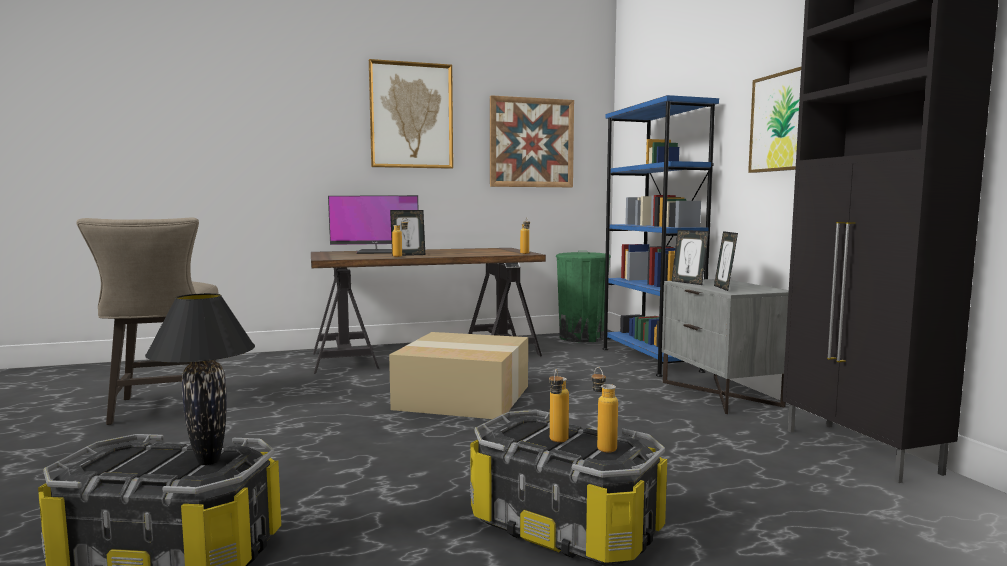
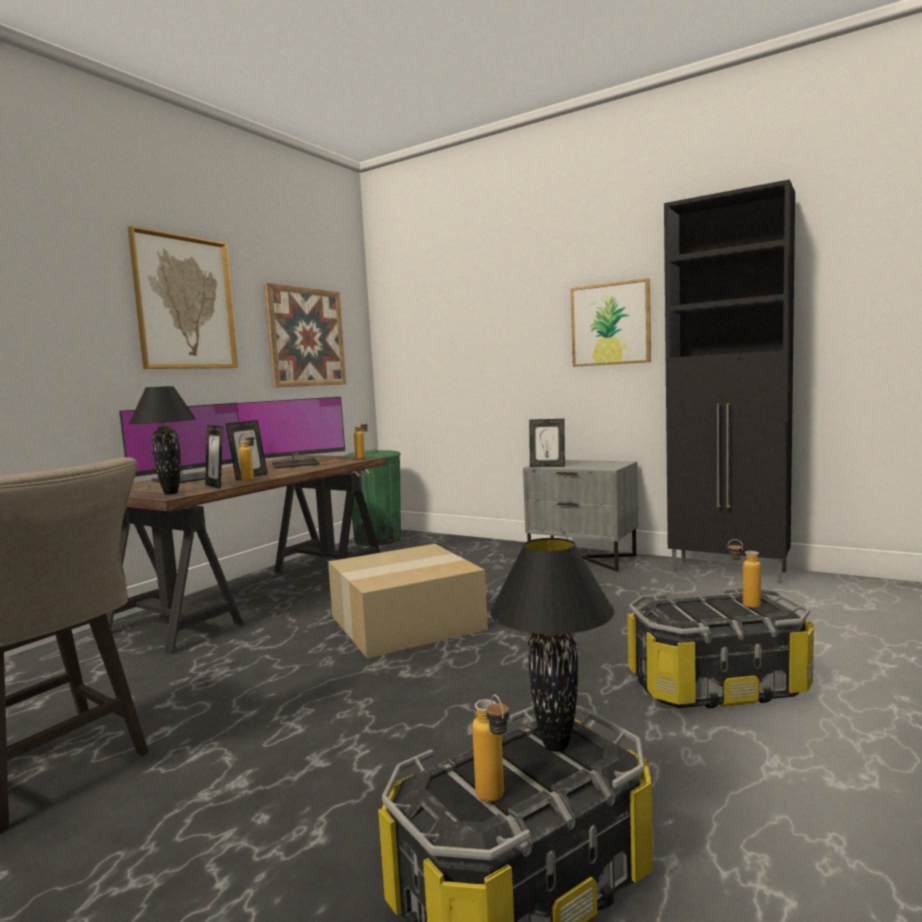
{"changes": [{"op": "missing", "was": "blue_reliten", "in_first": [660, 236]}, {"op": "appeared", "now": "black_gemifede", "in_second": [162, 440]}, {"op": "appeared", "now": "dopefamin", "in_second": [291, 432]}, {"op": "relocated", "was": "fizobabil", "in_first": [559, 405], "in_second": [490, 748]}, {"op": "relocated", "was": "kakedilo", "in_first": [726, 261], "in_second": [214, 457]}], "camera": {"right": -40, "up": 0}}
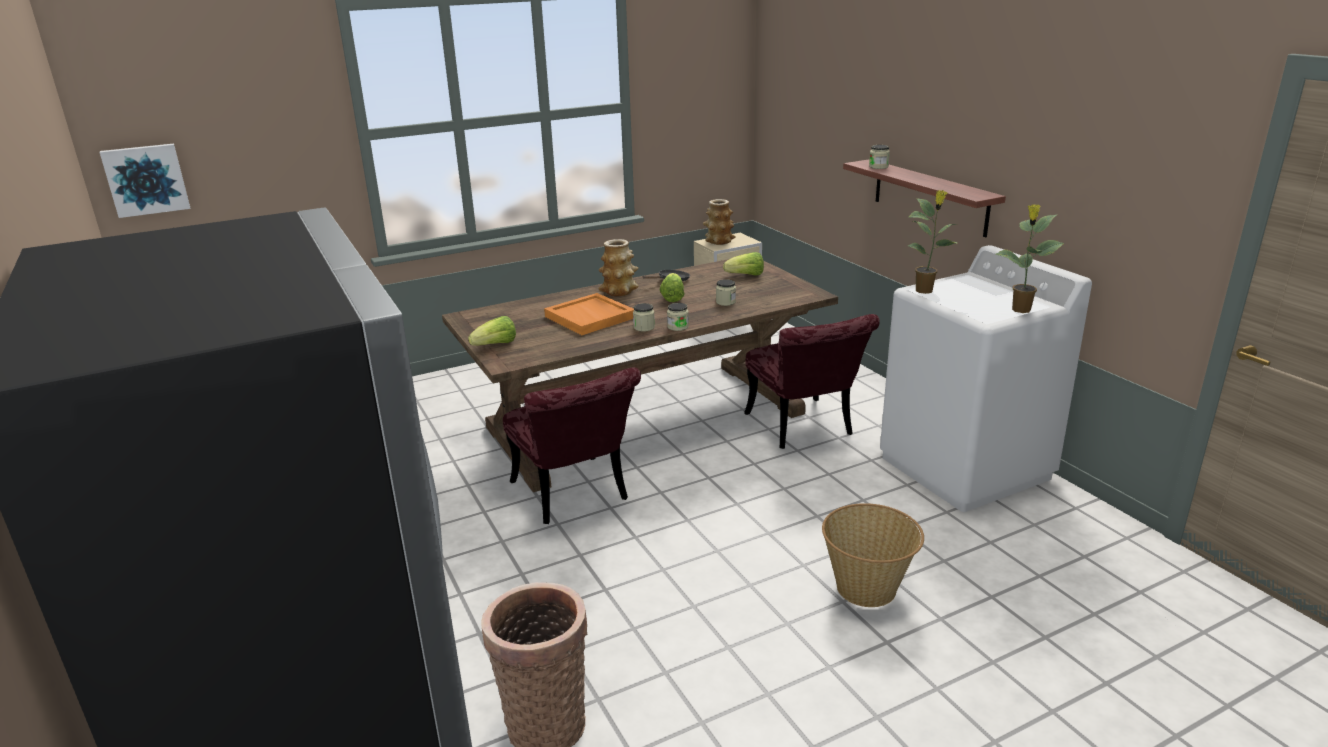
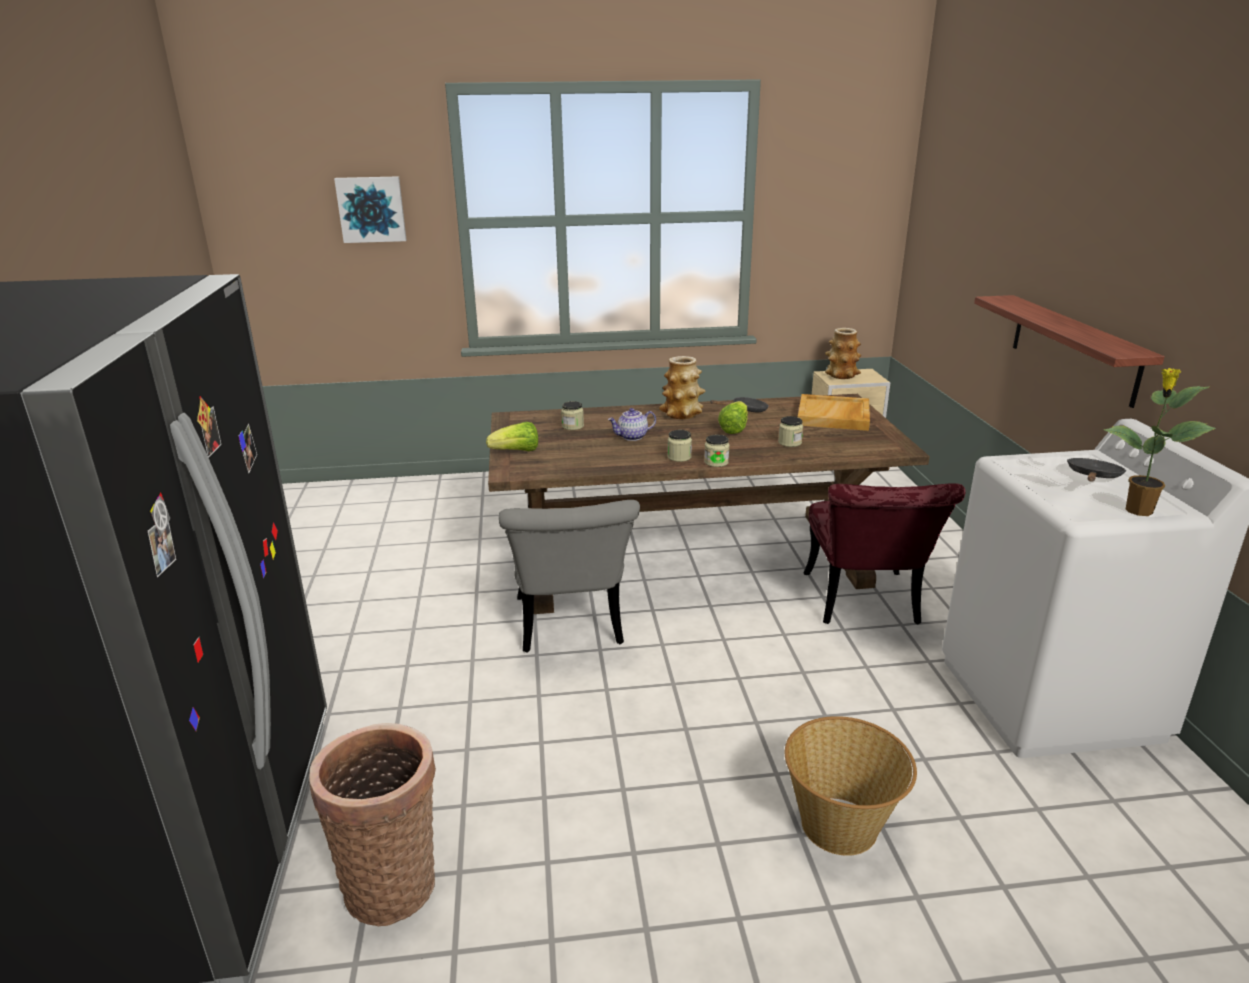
{"changes": [{"op": "missing", "was": "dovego", "in_first": [932, 242]}, {"op": "appeared", "now": "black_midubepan", "in_second": [1097, 470]}, {"op": "relocated", "was": "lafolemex", "in_first": [145, 180], "in_second": [370, 209]}, {"op": "relocated", "was": "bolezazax", "in_first": [879, 157], "in_second": [572, 415]}, {"op": "exchanged", "was": "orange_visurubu", "now": "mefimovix", "in_first": [589, 314], "in_second": [632, 424]}, {"op": "exchanged", "was": "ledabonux", "now": "beige_visurubu", "in_first": [743, 264], "in_second": [834, 412]}, {"op": "colour", "was": "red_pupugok", "now": "grey_pupugok", "in_first": [572, 445], "in_second": [569, 576]}], "camera": {"right": 20, "up": 0}}
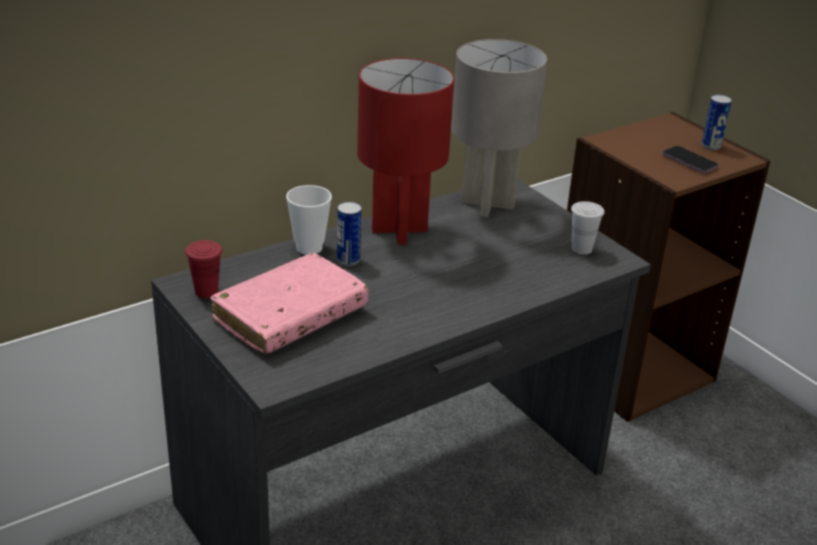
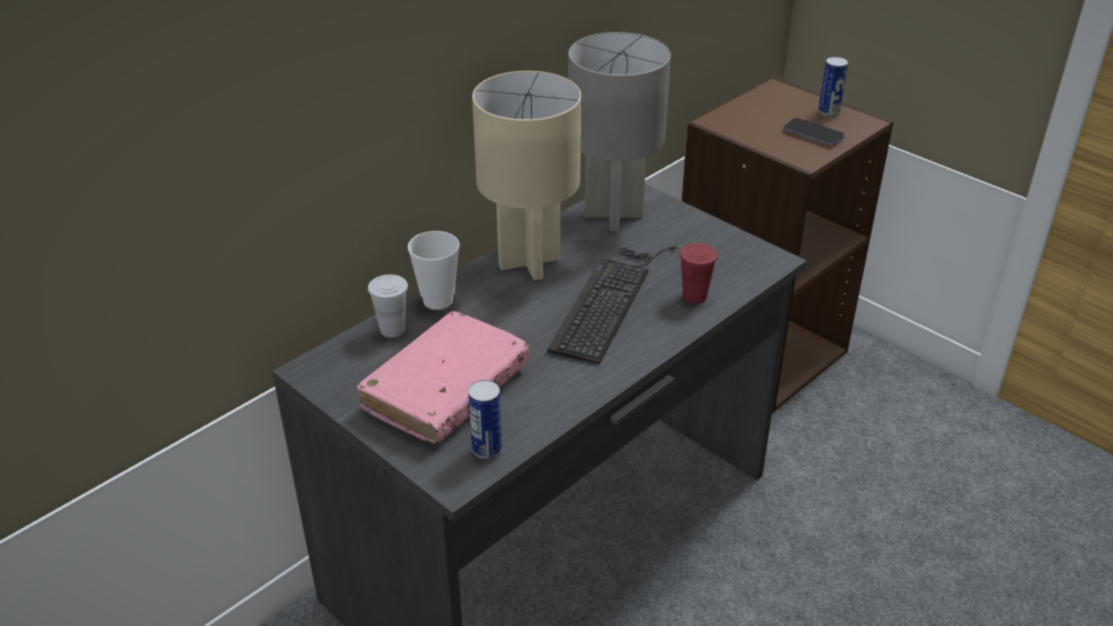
{"changes": [{"op": "appeared", "now": "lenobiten", "in_second": [612, 305]}, {"op": "relocated", "was": "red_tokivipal", "in_first": [203, 269], "in_second": [698, 273]}, {"op": "relocated", "was": "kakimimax", "in_first": [349, 234], "in_second": [485, 420]}, {"op": "relocated", "was": "white_tokivipal", "in_first": [587, 228], "in_second": [388, 306]}, {"op": "colour", "was": "red_gemifede", "now": "beige_gemifede", "in_first": [405, 151], "in_second": [526, 175]}], "camera": {"right": -10, "up": 5}}
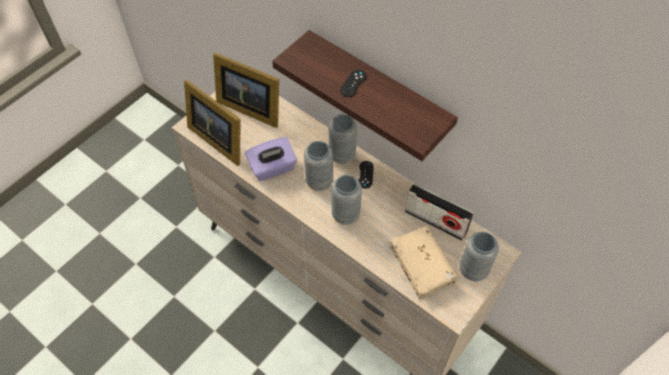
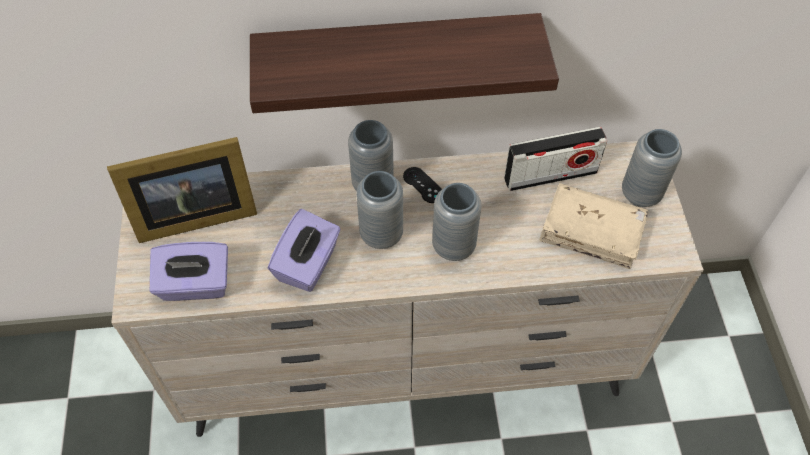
{"changes": [{"op": "missing", "was": "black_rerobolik", "in_first": [353, 83]}, {"op": "exchanged", "was": "kakedilo", "now": "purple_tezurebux", "in_first": [212, 122], "in_second": [189, 271]}], "camera": {"right": -45, "up": 0}}
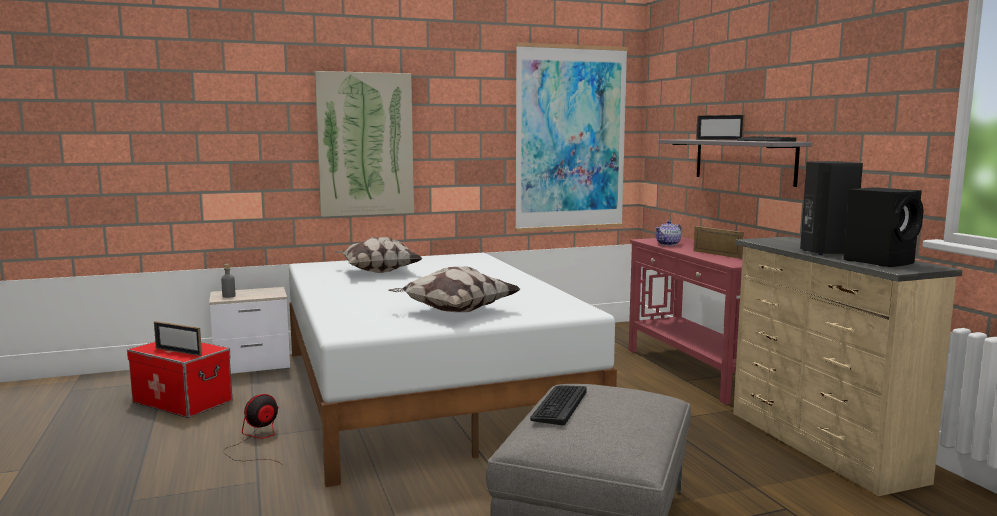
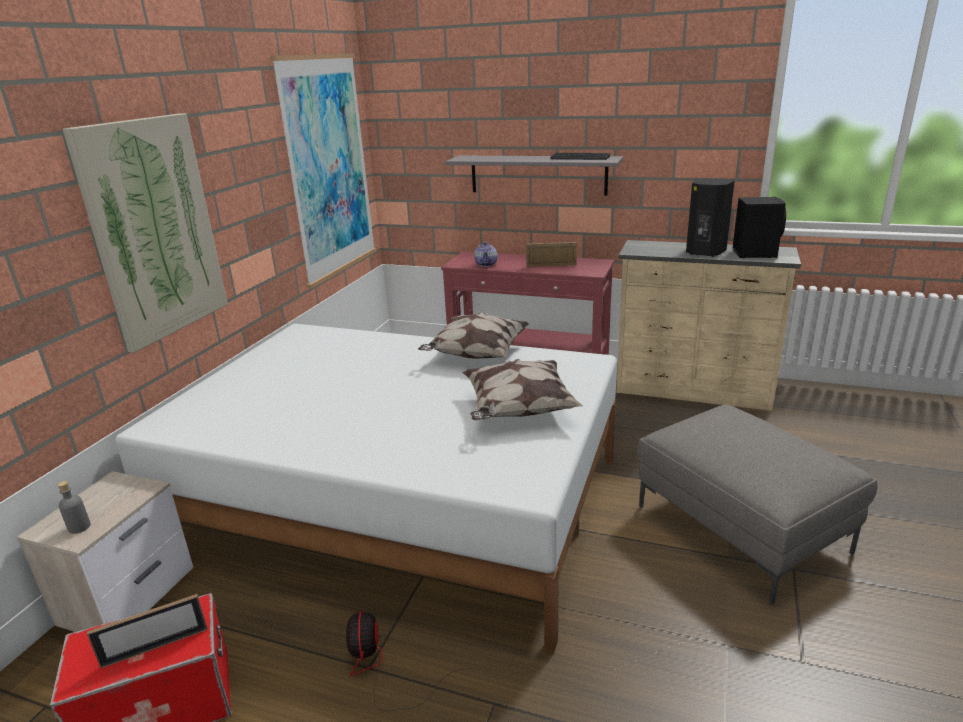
{"changes": [{"op": "missing", "was": "lenobiten", "in_first": [558, 405]}, {"op": "missing", "was": "kakedilo", "in_first": [720, 127]}, {"op": "relocated", "was": "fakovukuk", "in_first": [379, 255], "in_second": [474, 336]}], "camera": {"right": -50, "up": 15}}
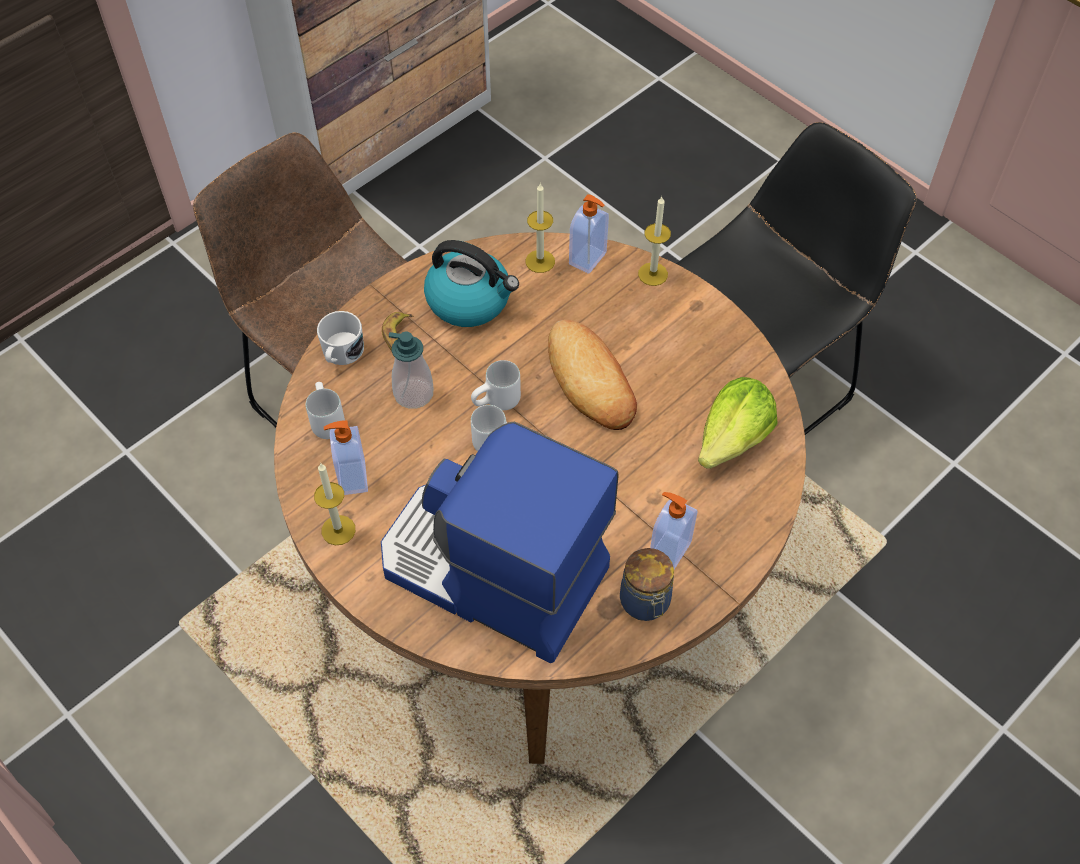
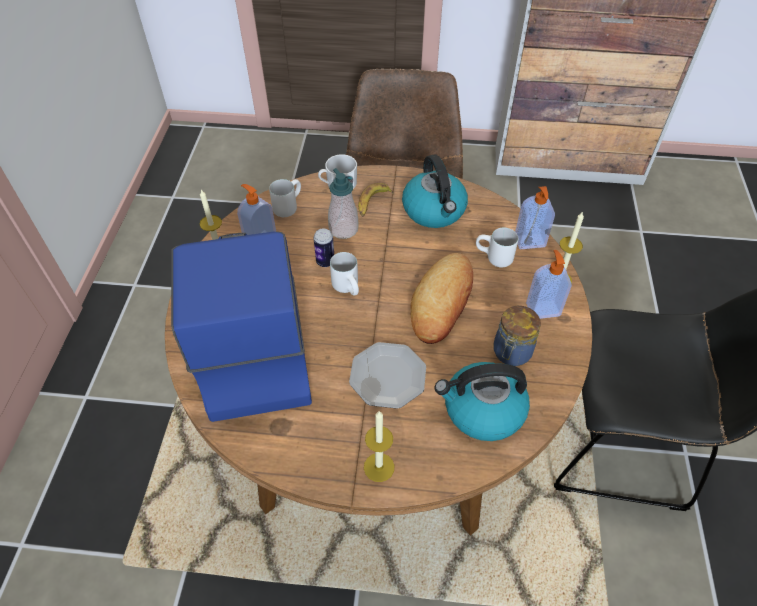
{"changes": [{"op": "appeared", "now": "kakimimax", "in_second": [324, 248]}, {"op": "appeared", "now": "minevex", "in_second": [387, 375]}, {"op": "relocated", "was": "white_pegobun", "in_first": [496, 385], "in_second": [497, 248]}, {"op": "relocated", "was": "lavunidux", "in_first": [540, 228], "in_second": [379, 446]}, {"op": "relocated", "was": "bolezazax", "in_first": [647, 584], "in_second": [517, 336]}, {"op": "relocated", "was": "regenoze", "in_first": [673, 530], "in_second": [549, 284]}, {"op": "exchanged", "was": "ledabonux", "now": "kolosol", "in_first": [738, 423], "in_second": [482, 401]}], "camera": {"right": 50, "up": -5}}
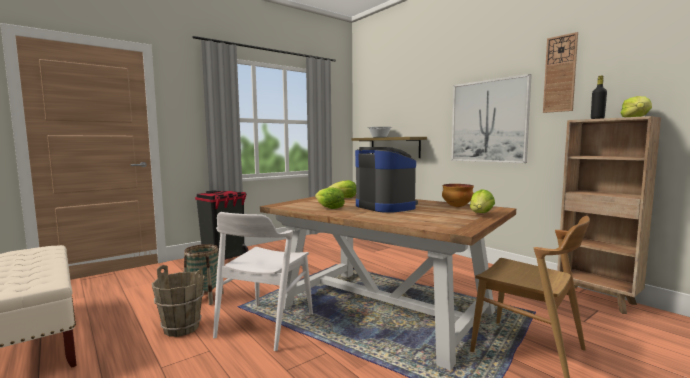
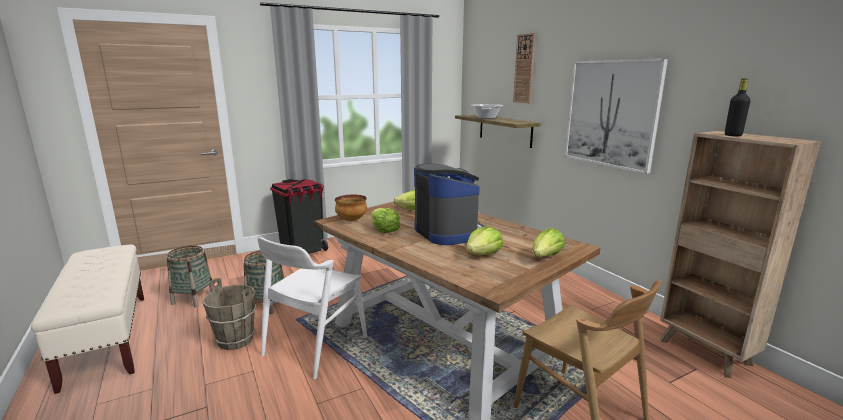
{"changes": [{"op": "appeared", "now": "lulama", "in_second": [189, 277]}, {"op": "relocated", "was": "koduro", "in_first": [458, 195], "in_second": [351, 208]}, {"op": "relocated", "was": "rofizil", "in_first": [560, 72], "in_second": [524, 68]}, {"op": "relocated", "was": "ledabonux", "in_first": [636, 106], "in_second": [484, 240]}], "camera": {"right": 10, "up": 10}}
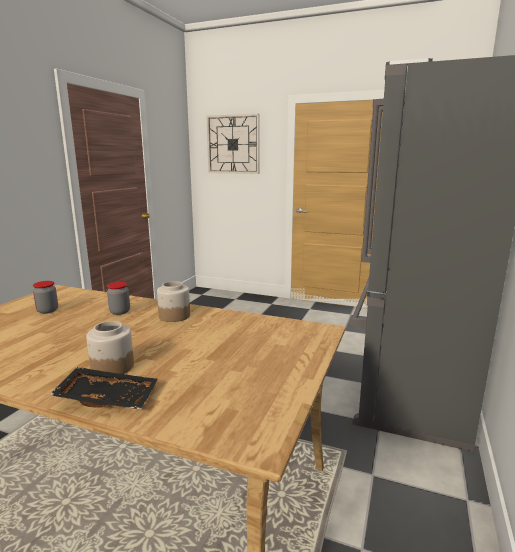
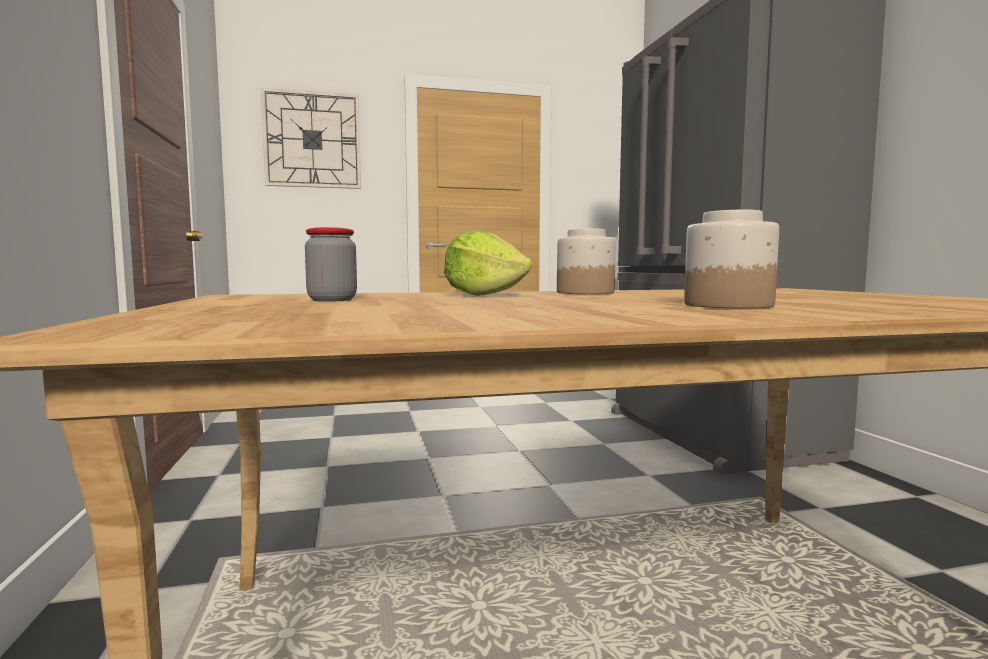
{"changes": [{"op": "missing", "was": "black_visurubu", "in_first": [103, 388]}, {"op": "exchanged", "was": "bolezazax", "now": "ledabonux", "in_first": [118, 298], "in_second": [488, 263]}], "camera": {"right": -35, "up": -10}}
